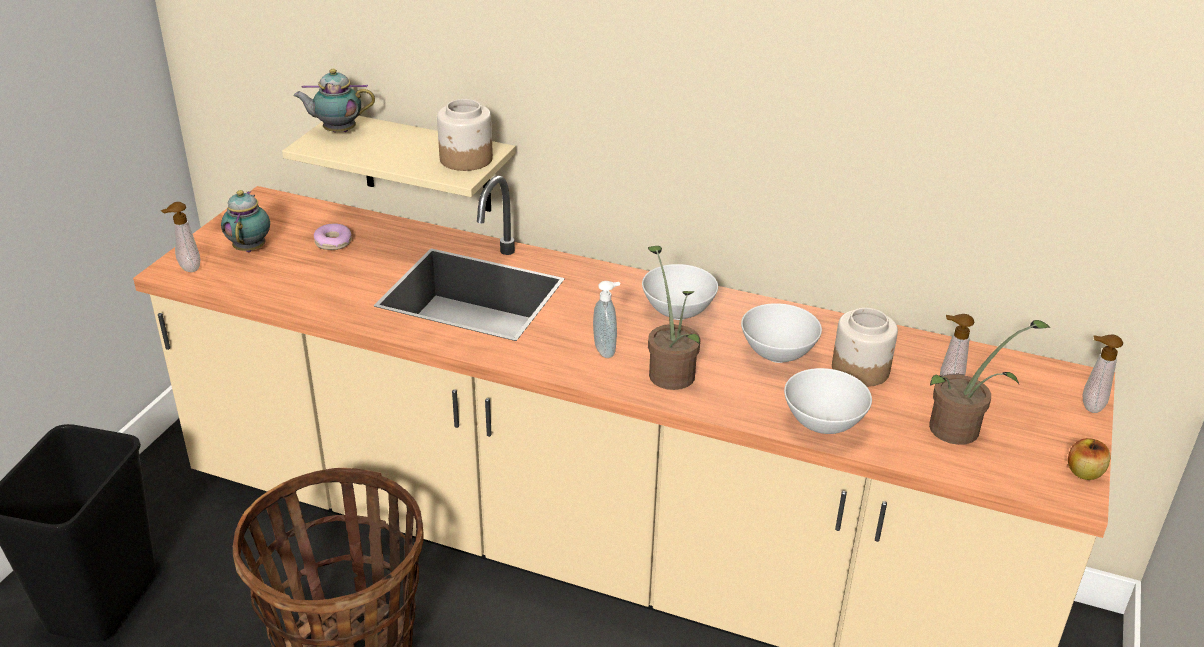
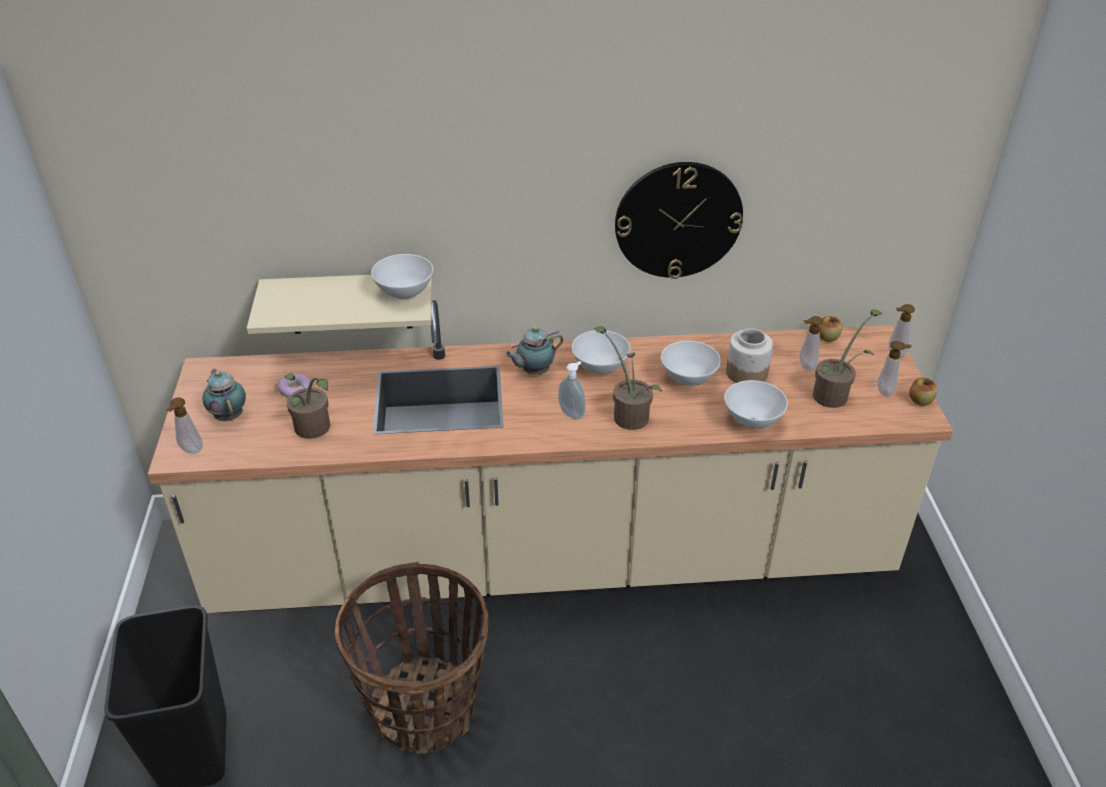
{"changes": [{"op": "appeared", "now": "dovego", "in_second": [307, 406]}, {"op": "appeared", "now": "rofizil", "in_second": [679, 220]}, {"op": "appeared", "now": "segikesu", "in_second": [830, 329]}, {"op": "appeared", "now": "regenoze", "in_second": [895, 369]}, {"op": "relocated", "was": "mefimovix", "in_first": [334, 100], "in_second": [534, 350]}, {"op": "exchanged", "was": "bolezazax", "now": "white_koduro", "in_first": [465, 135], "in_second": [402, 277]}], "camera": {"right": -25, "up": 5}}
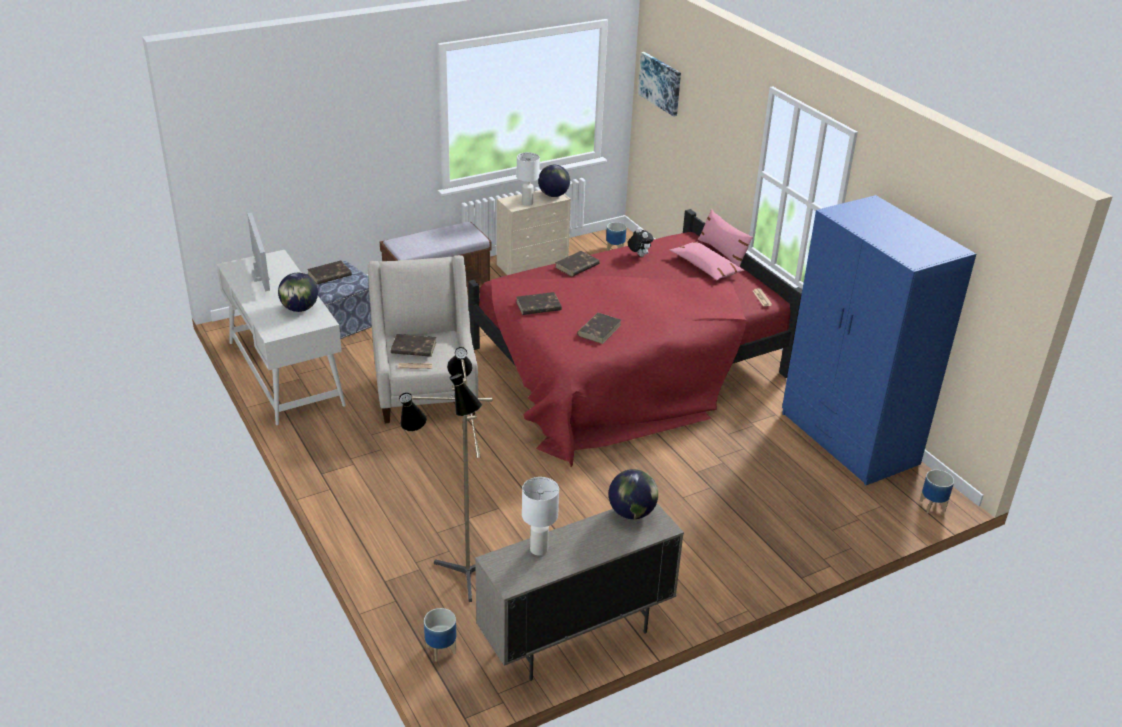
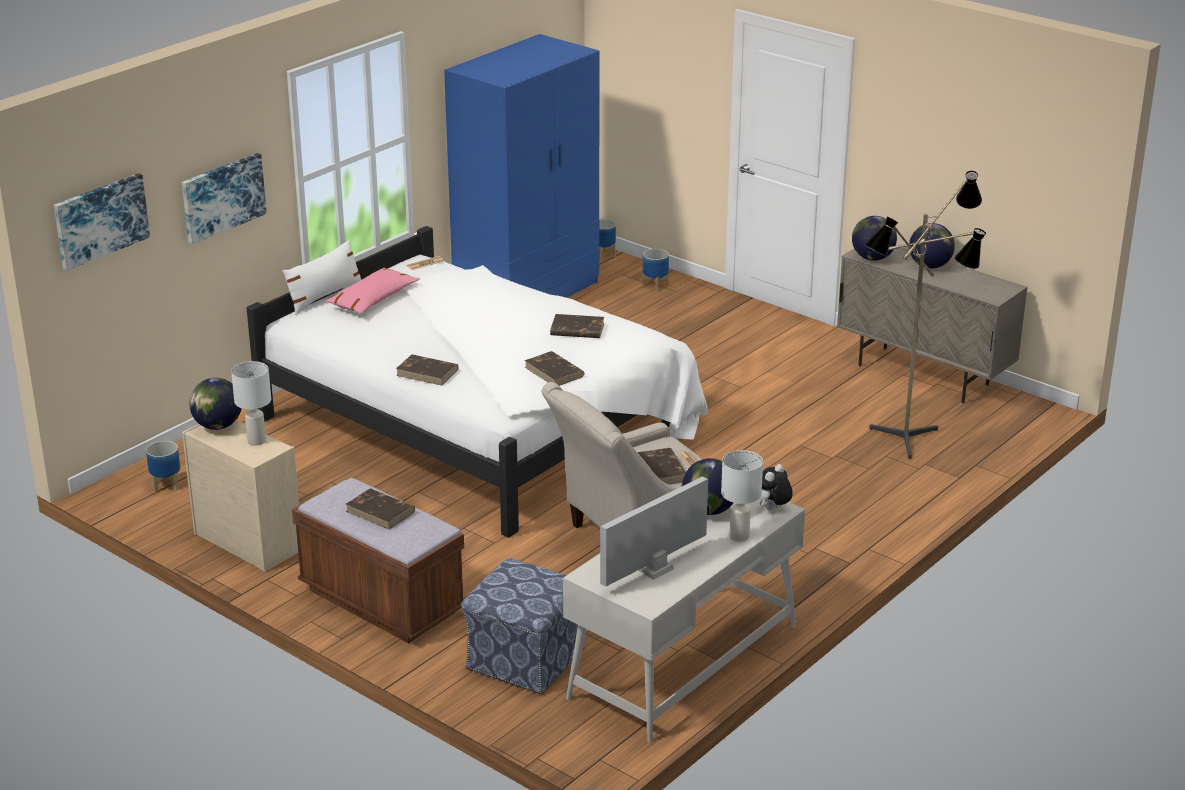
{"changes": [{"op": "appeared", "now": "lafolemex", "in_second": [224, 198]}, {"op": "appeared", "now": "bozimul", "in_second": [932, 245]}, {"op": "relocated", "was": "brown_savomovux", "in_first": [329, 272], "in_second": [380, 509]}, {"op": "relocated", "was": "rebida", "in_first": [440, 635], "in_second": [655, 270]}, {"op": "relocated", "was": "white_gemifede", "in_first": [540, 516], "in_second": [742, 496]}, {"op": "relocated", "was": "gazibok", "in_first": [641, 242], "in_second": [776, 487]}, {"op": "colour", "was": "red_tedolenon", "now": "white_tedolenon", "in_first": [635, 338], "in_second": [477, 382]}, {"op": "colour", "was": "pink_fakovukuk", "now": "white_fakovukuk", "in_first": [725, 238], "in_second": [322, 277]}], "camera": {"right": -110, "up": -5}}
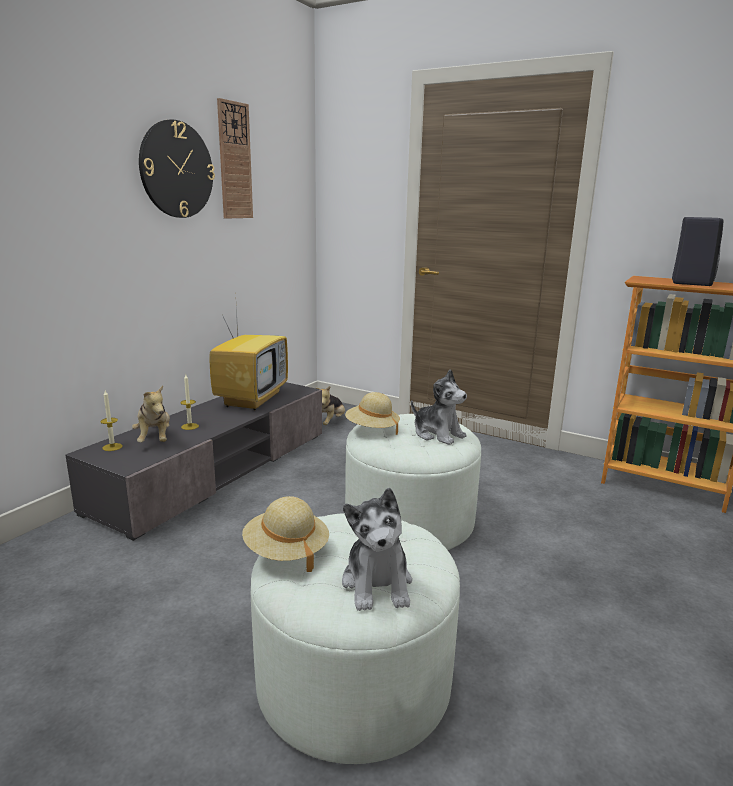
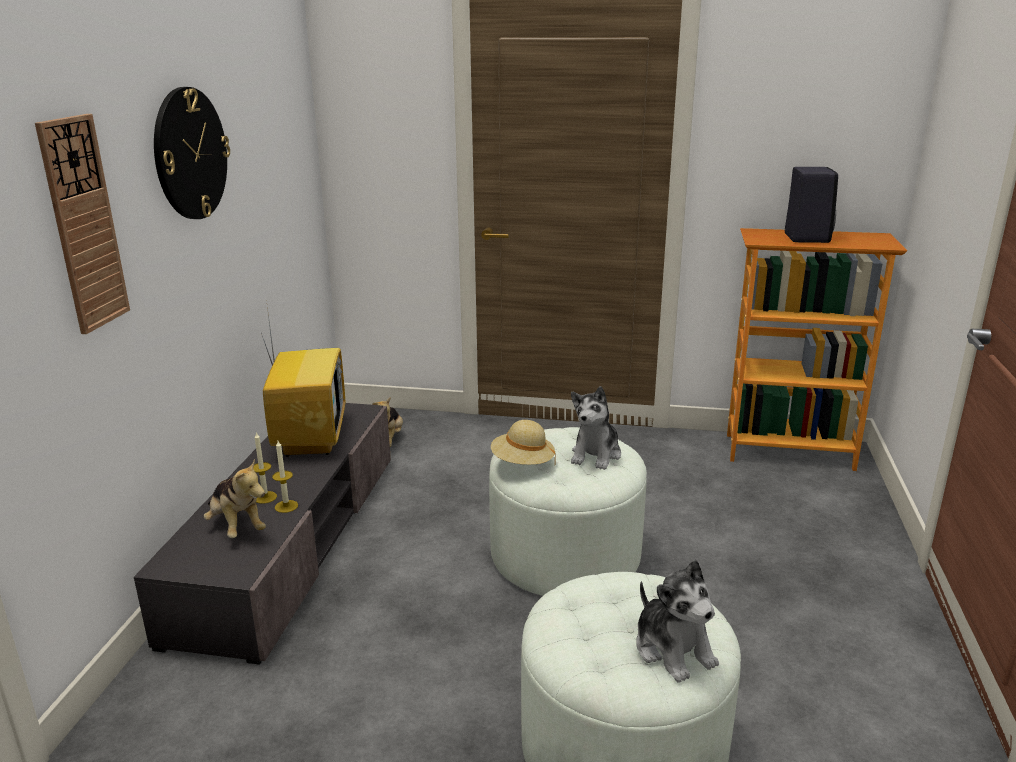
{"changes": [{"op": "missing", "was": "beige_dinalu", "in_first": [285, 534]}, {"op": "relocated", "was": "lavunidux", "in_first": [111, 421], "in_second": [285, 477]}, {"op": "relocated", "was": "rofizil", "in_first": [235, 158], "in_second": [82, 224]}, {"op": "spun", "was": "gazibok", "in_first": [439, 407], "in_second": [596, 428], "clockwise": 90}], "camera": {"right": -20, "up": 5}}
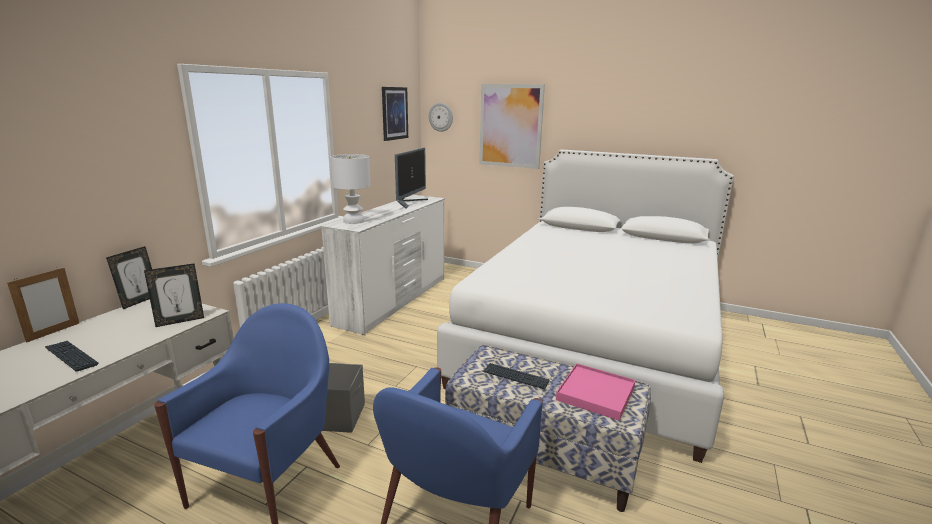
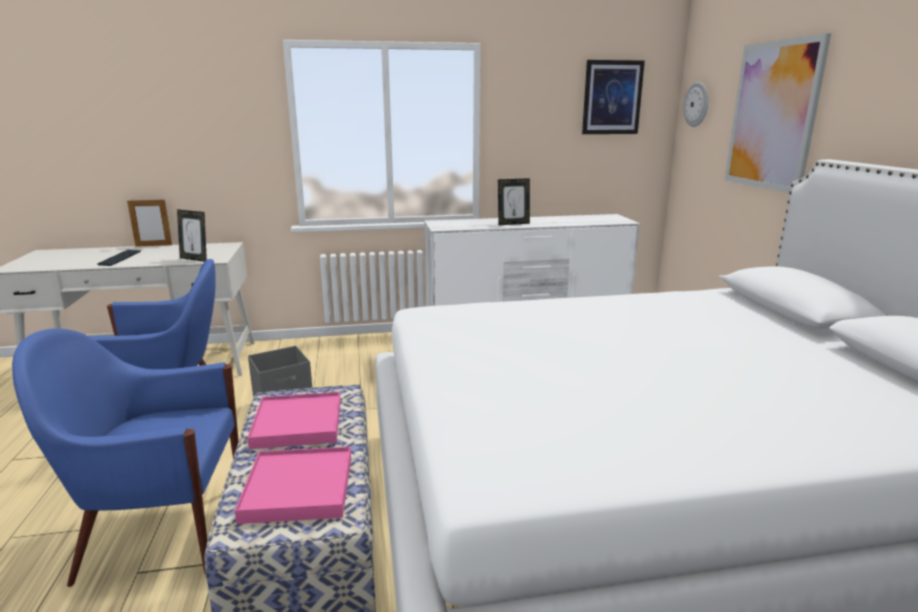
{"changes": [{"op": "missing", "was": "white_gemifede", "in_first": [350, 189]}, {"op": "missing", "was": "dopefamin", "in_first": [411, 178]}, {"op": "relocated", "was": "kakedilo", "in_first": [129, 277], "in_second": [514, 201]}, {"op": "exchanged", "was": "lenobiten", "now": "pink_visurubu", "in_first": [516, 376], "in_second": [294, 420]}], "camera": {"right": 55, "up": 0}}
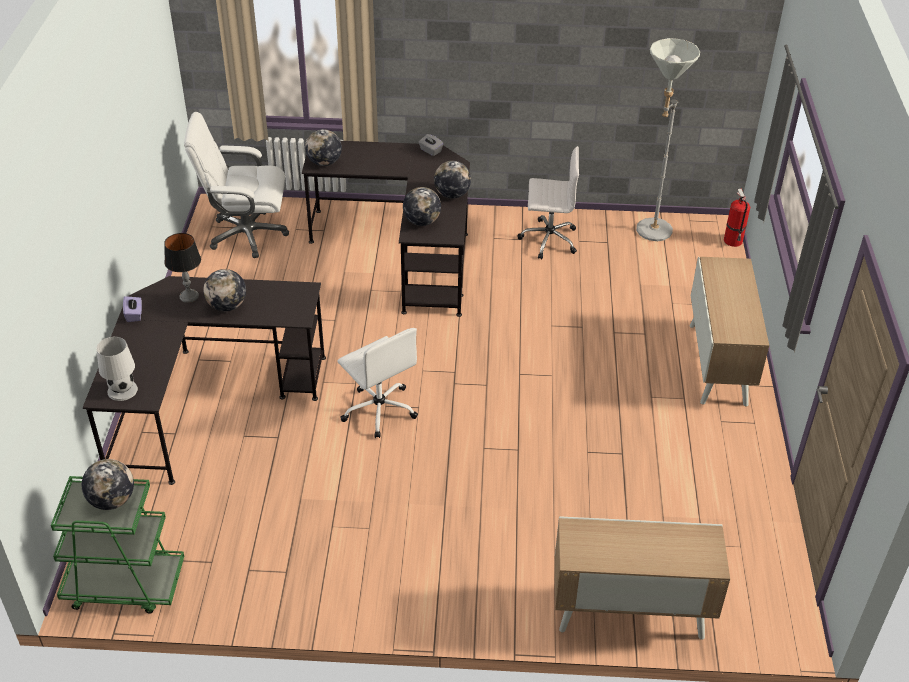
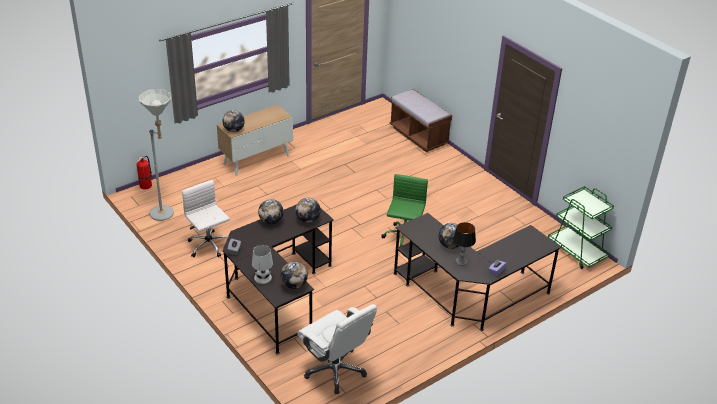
{"changes": [{"op": "relocated", "was": "bozimul", "in_first": [108, 484], "in_second": [234, 121]}, {"op": "relocated", "was": "white_gemifede", "in_first": [117, 369], "in_second": [262, 264]}, {"op": "exchanged", "was": "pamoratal", "now": "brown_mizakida", "in_first": [642, 578], "in_second": [421, 120]}, {"op": "colour", "was": "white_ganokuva", "now": "green_ganokuva", "in_first": [377, 383], "in_second": [404, 210]}], "camera": {"right": -130, "up": -5}}
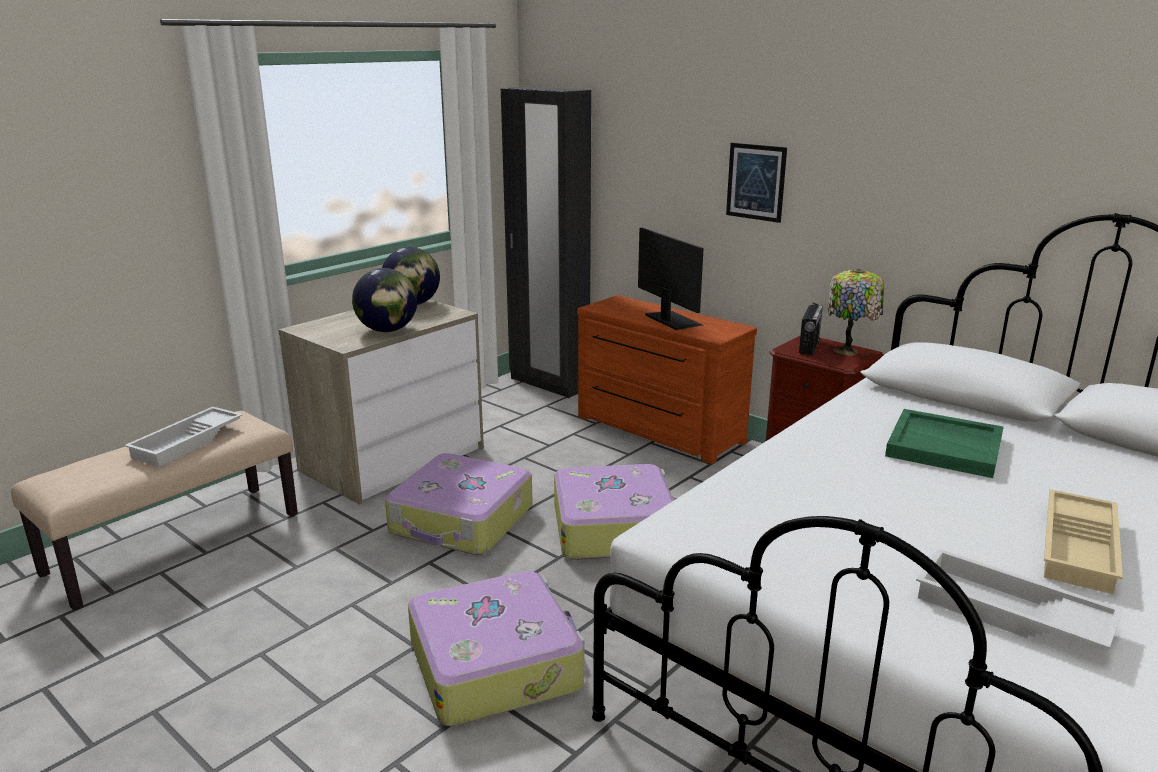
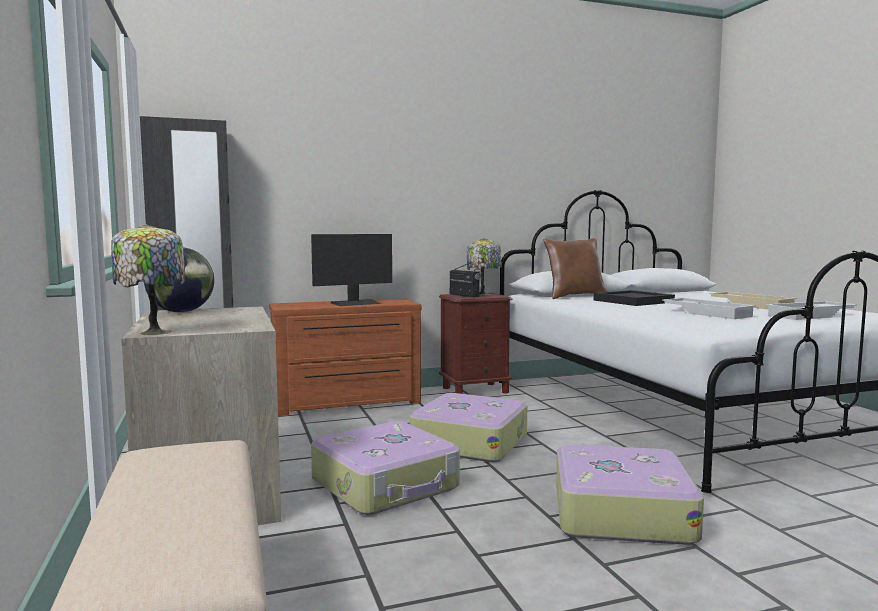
{"changes": [{"op": "missing", "was": "bozimul", "in_first": [384, 300]}, {"op": "missing", "was": "lafolemex", "in_first": [756, 183]}, {"op": "appeared", "now": "gemifede", "in_second": [148, 280]}, {"op": "appeared", "now": "brown_fakovukuk", "in_second": [575, 268]}, {"op": "relocated", "was": "white_visurubu", "in_first": [183, 437], "in_second": [709, 308]}, {"op": "colour", "was": "green_visurubu", "now": "black_visurubu", "in_first": [944, 443], "in_second": [634, 298]}, {"op": "spun", "was": "dopefamin", "in_first": [671, 279], "in_second": [351, 270], "clockwise": 150}], "camera": {"right": -60, "up": -15}}
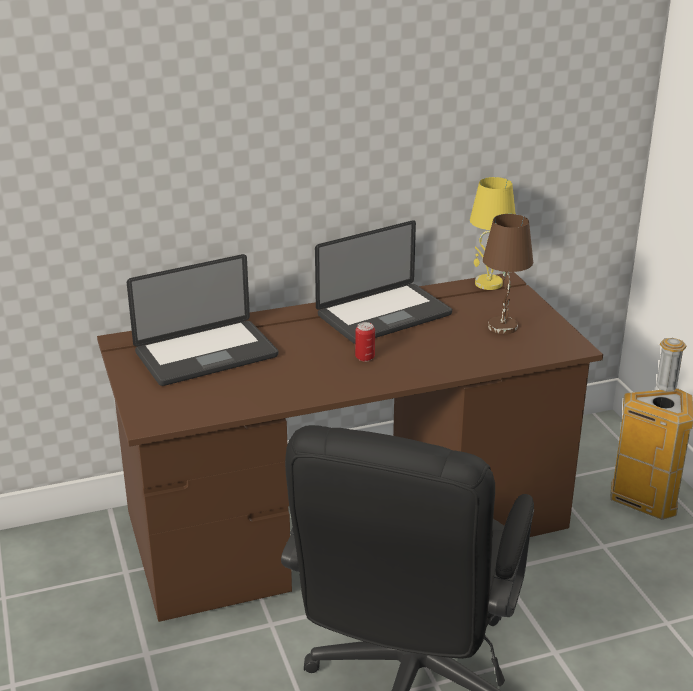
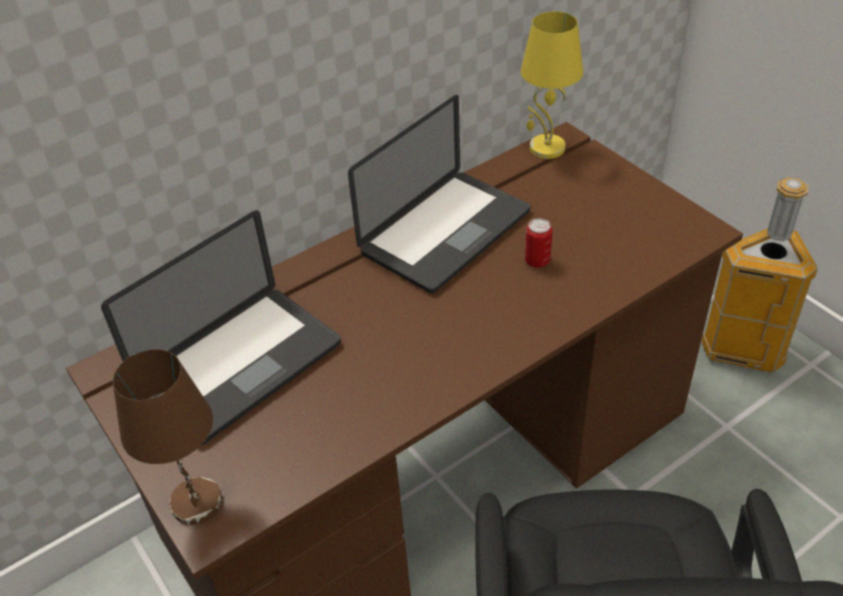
{"changes": [{"op": "relocated", "was": "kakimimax", "in_first": [365, 342], "in_second": [539, 243]}, {"op": "relocated", "was": "brown_gemifede", "in_first": [508, 274], "in_second": [167, 437]}], "camera": {"right": -15, "up": 15}}
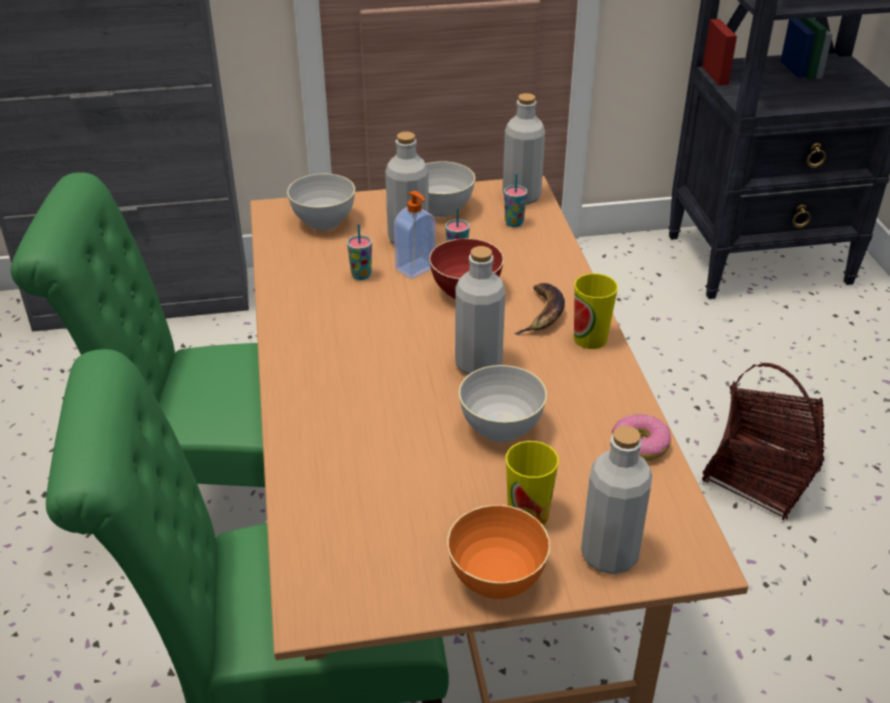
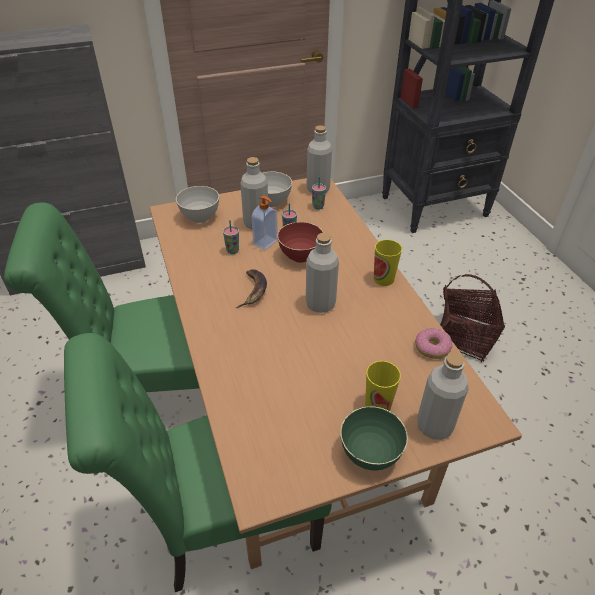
{"changes": [{"op": "missing", "was": "grey_koduro", "in_first": [503, 403]}, {"op": "relocated", "was": "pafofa", "in_first": [539, 309], "in_second": [251, 288]}, {"op": "colour", "was": "orange_koduro", "now": "green_koduro", "in_first": [498, 552], "in_second": [374, 438]}], "camera": {"right": -10, "up": 5}}
